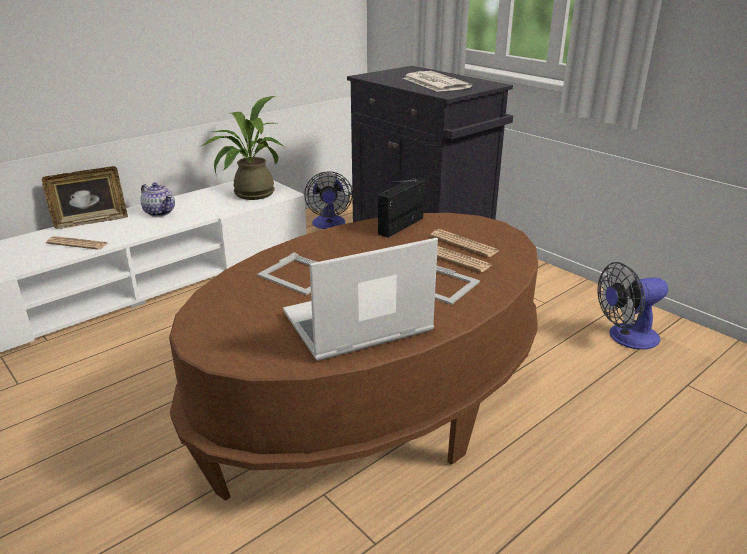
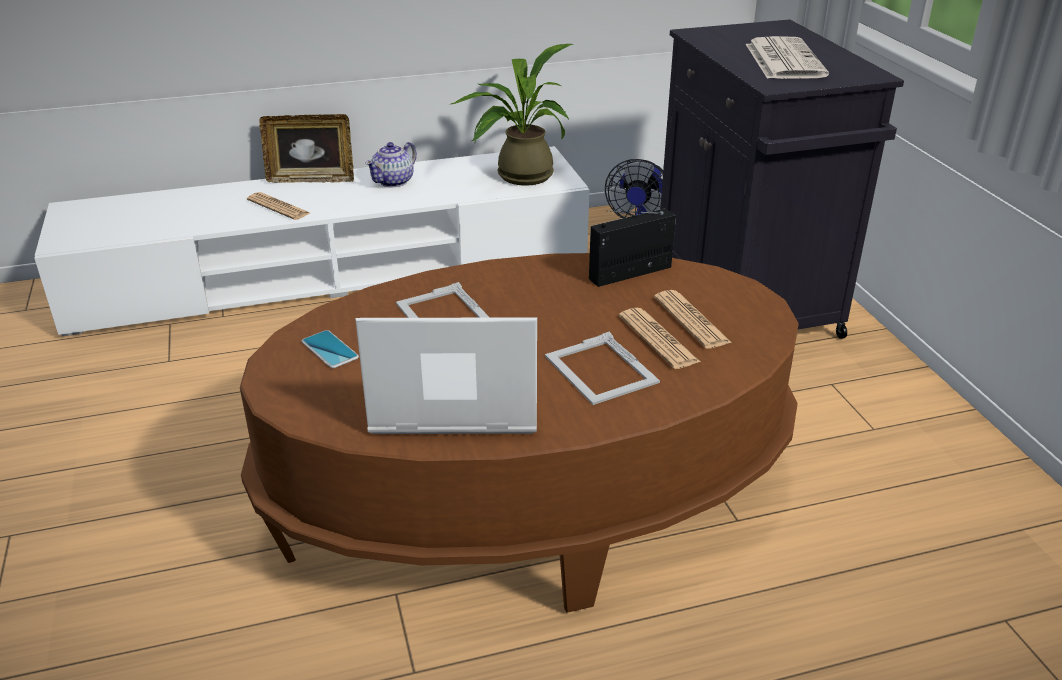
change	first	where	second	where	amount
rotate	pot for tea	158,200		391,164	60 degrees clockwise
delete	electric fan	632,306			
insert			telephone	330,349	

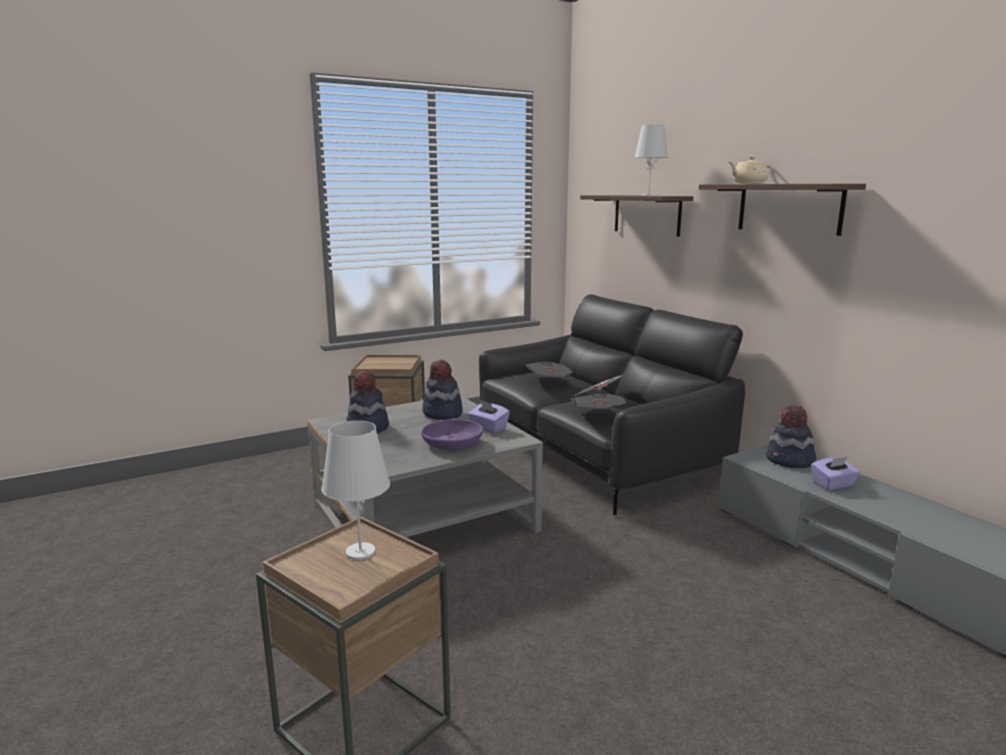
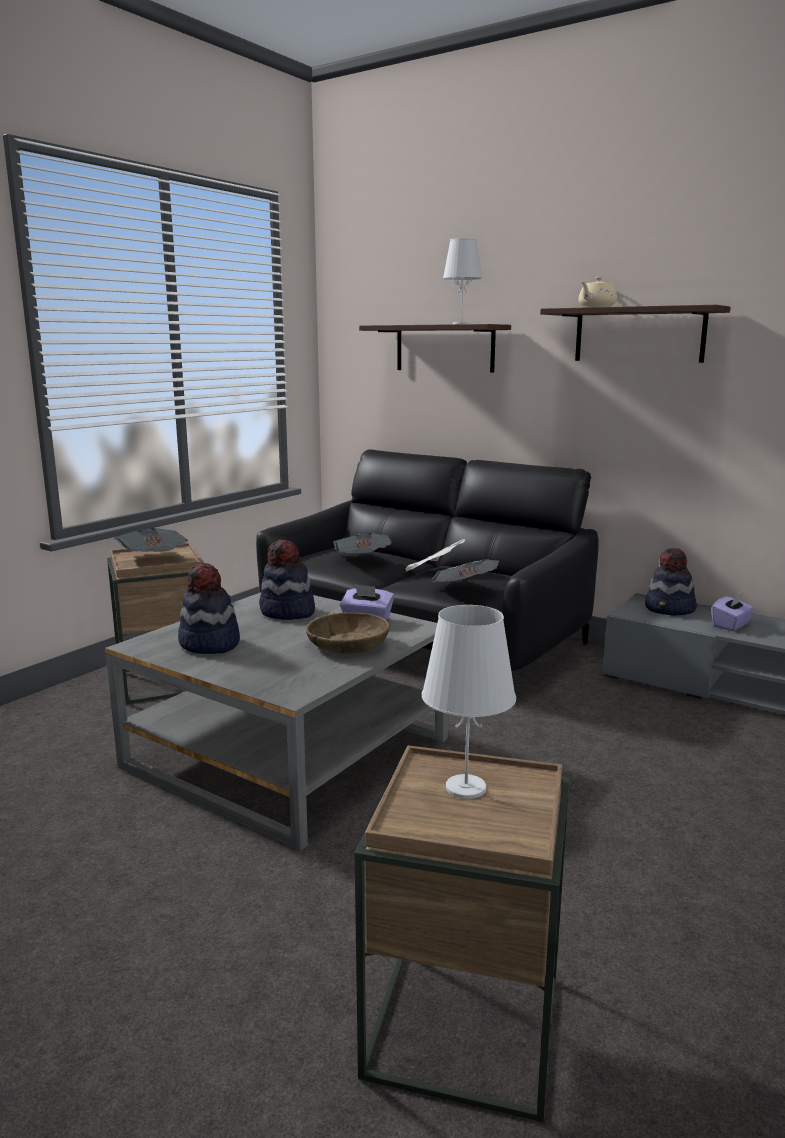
change	first	where	second	where	amount
recolor	bowl (purple-coloured)	452,434	bowl (brownish)	348,633	
insert			newspaper	151,540	

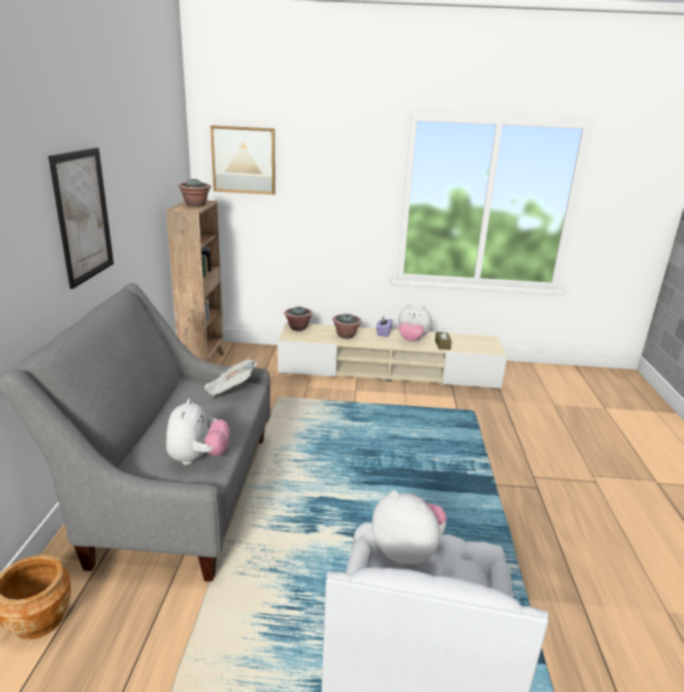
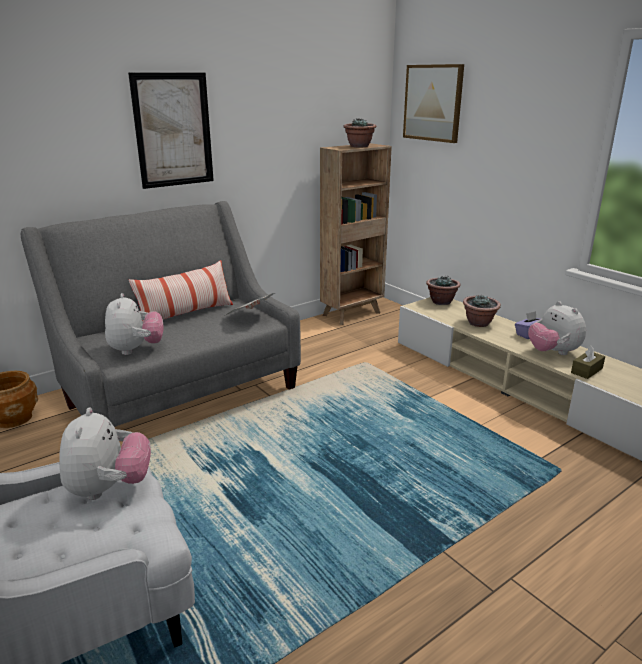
change	first	where	second	where	amount
rotate	cuddly toy	198,432		134,324	60 degrees counterclockwise
insert			throw pillow	181,291	

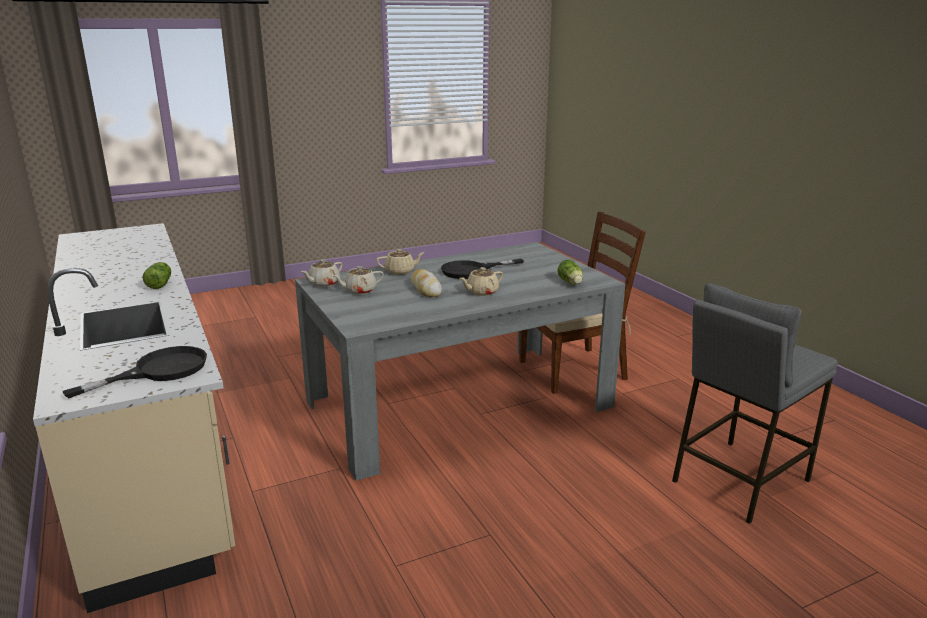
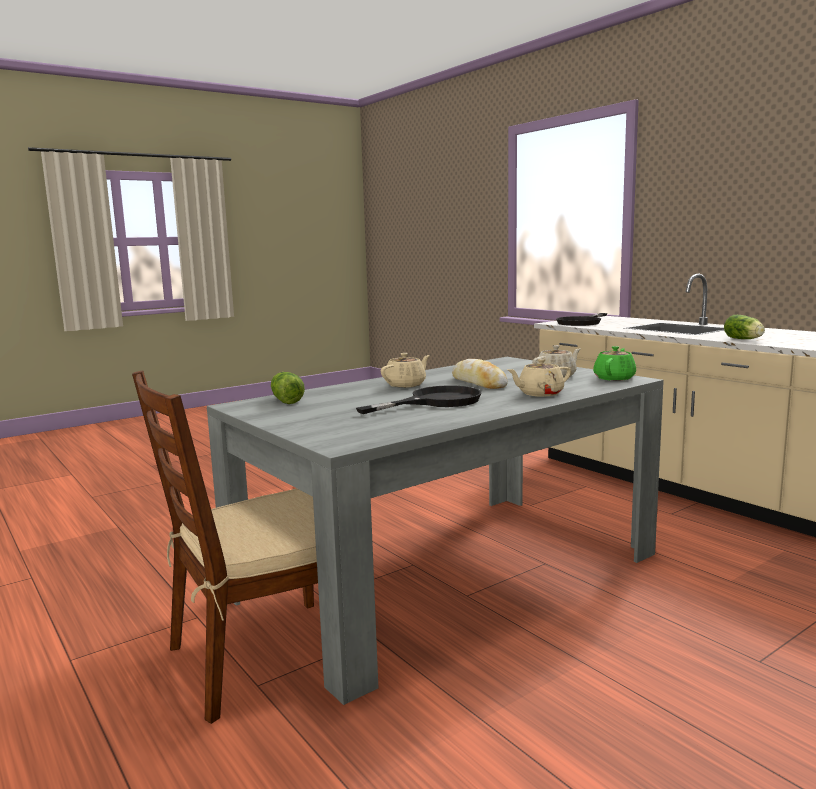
change	first	where	second	where	amount
recolor	pot for tea (beige)	321,273	pot for tea (green)	614,363	
delete	stool (grey)	755,403			

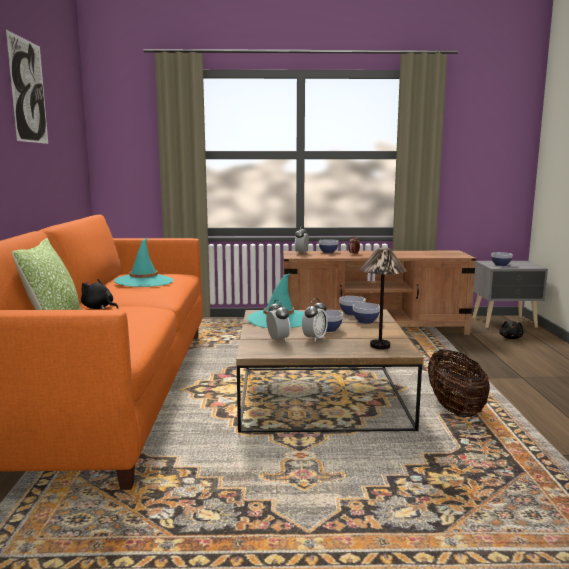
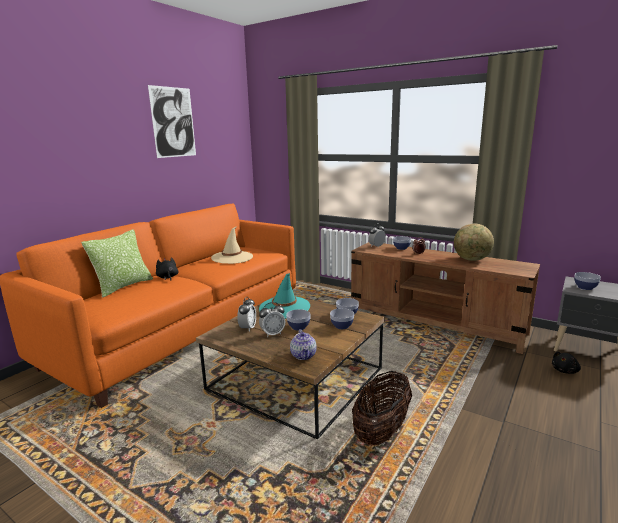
change	first	where	second	where	amount
recolor	wearable hat (blue-green)	143,262	wearable hat (beige)	232,245	
replace	lamp for a table	383,298	pot for tea	303,344	
insert			desk globe	474,242	

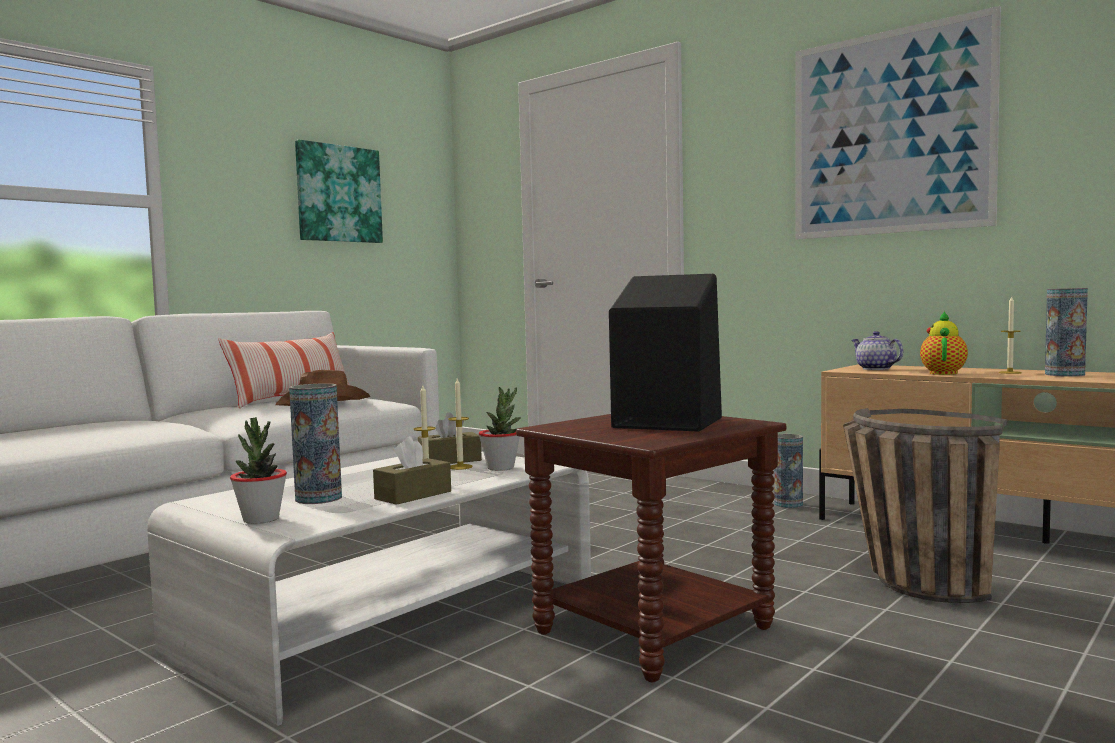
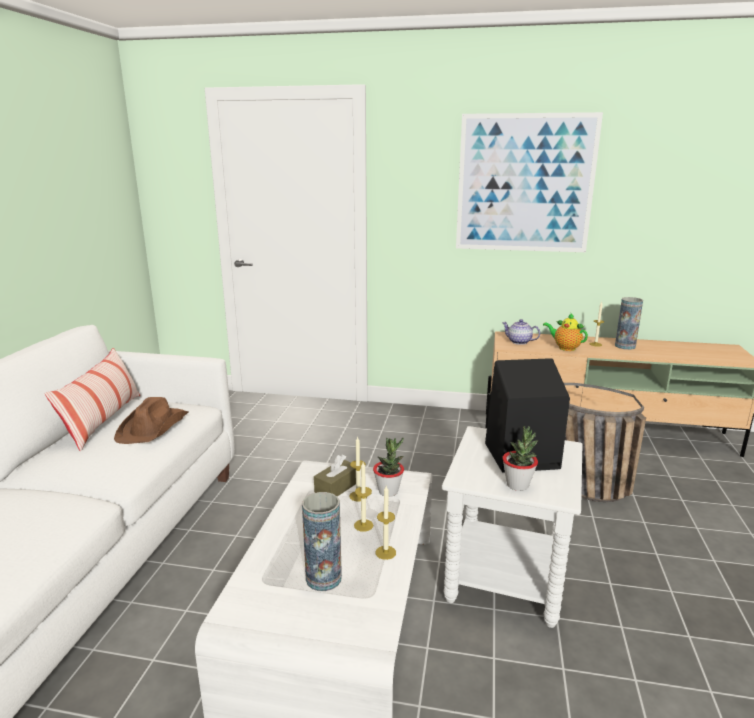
change	first	where	second	where	amount
move	plant in a pot	258,470		520,458	
delete	wall picture	339,191			
replace	box of tissues (brownish)	412,470	candle	386,523	
recolor	end table (brownish)	651,548	end table (whitish)	512,527	
delete	flower vase	788,471			
rotate	pot for tea	944,343		565,332	45 degrees counterclockwise

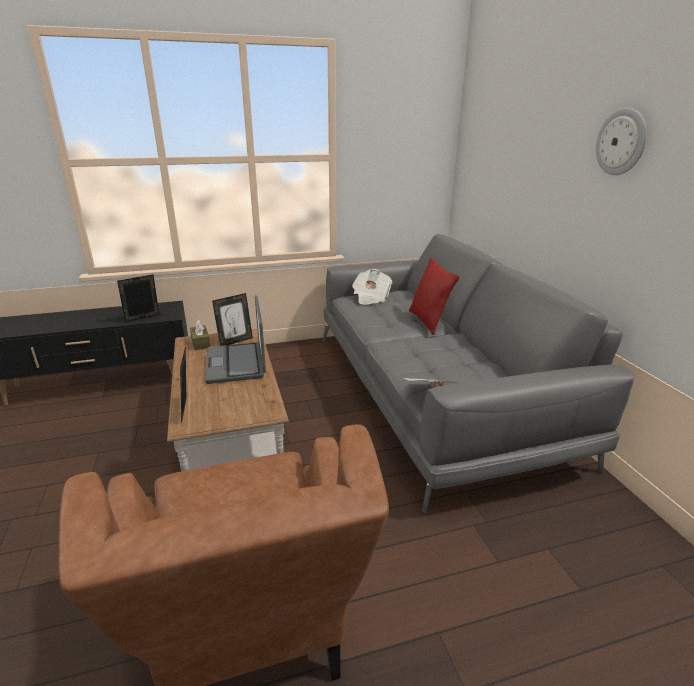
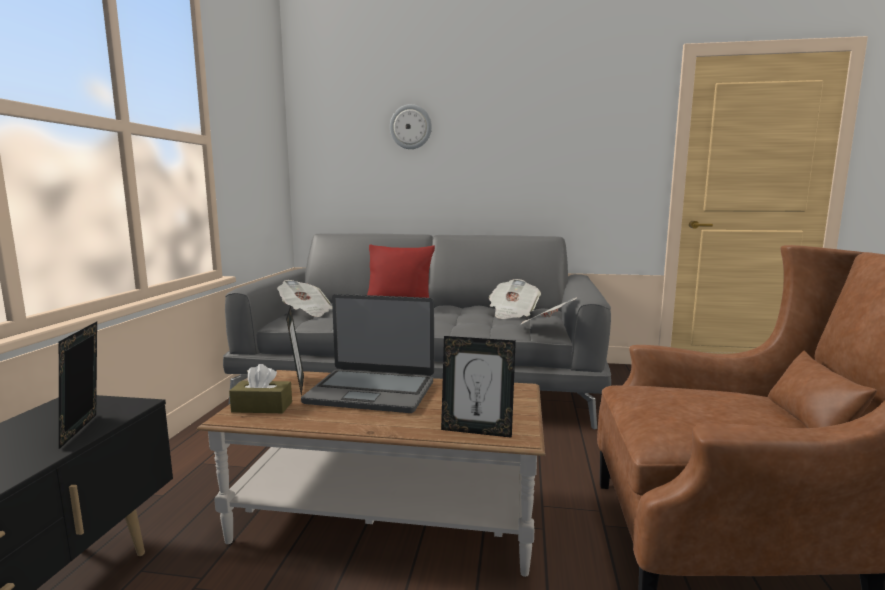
change	first	where	second	where	amount
move	clock on the wall	621,141		411,126	
insert			newspaper	515,299	

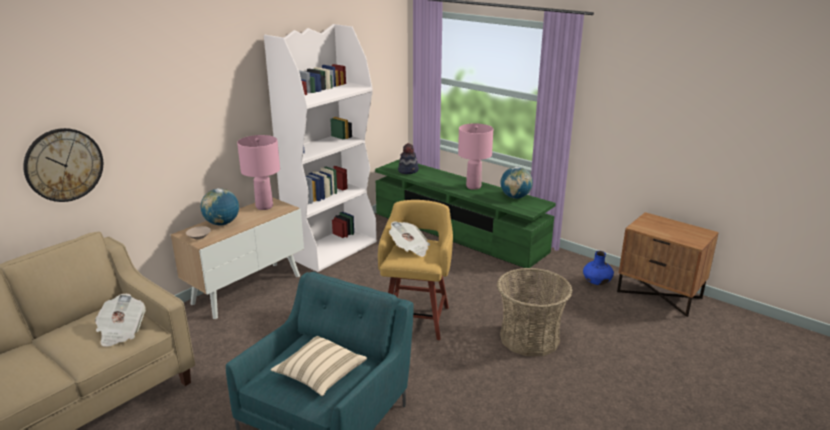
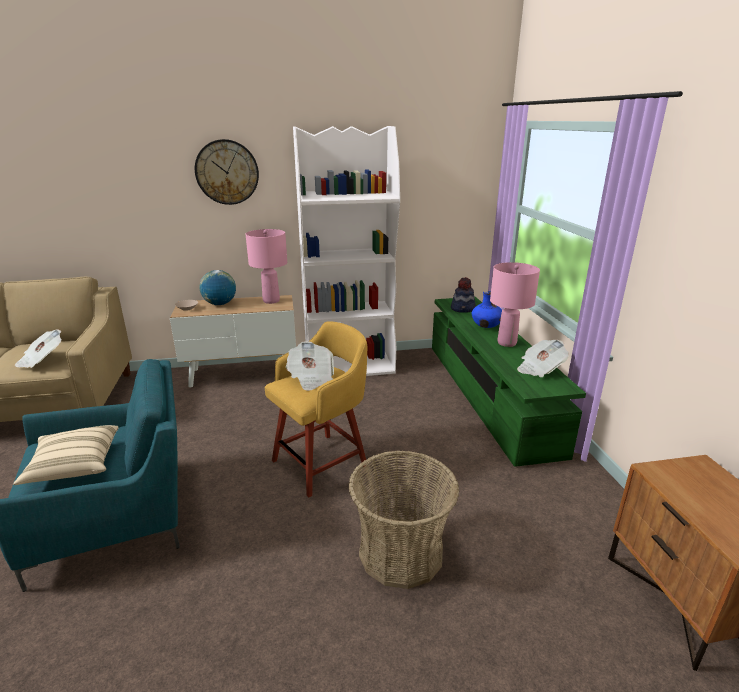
change	first	where	second	where	amount
move	clock on the wall	63,165		227,172	
replace	desk globe	517,183	newspaper	543,358	
move	flower vase (blue)	598,268		487,309	

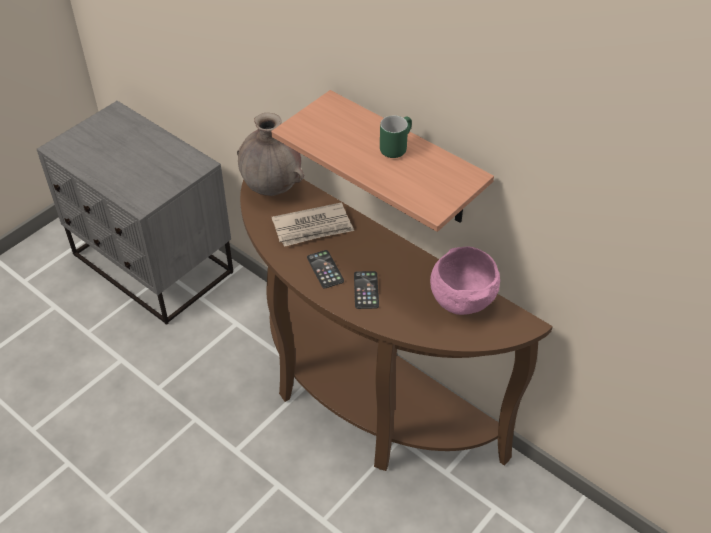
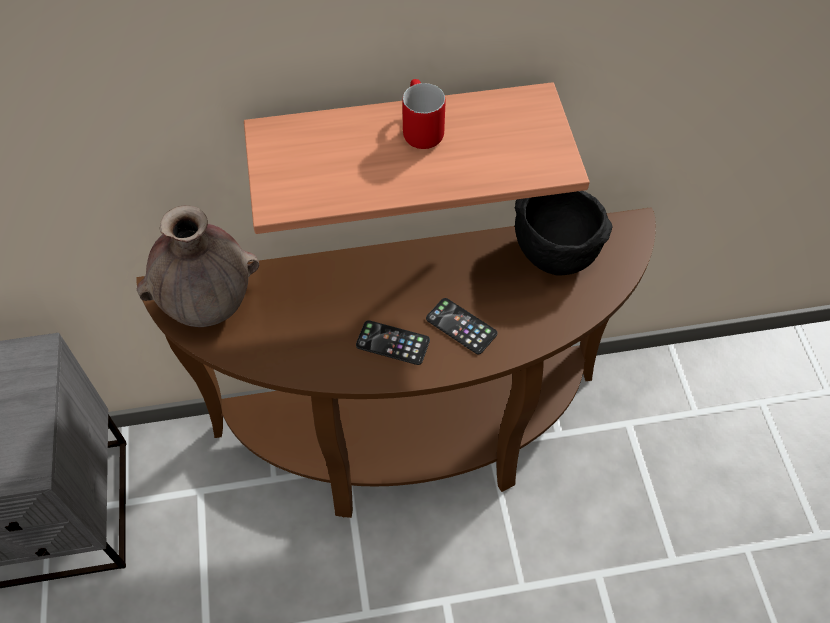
change	first	where	second	where	amount
delete	newspaper	313,225			
recolor	coffee mug (green)	396,137	coffee mug (red-coloured)	423,114	
recolor	bowl (pink)	465,280	bowl (black-coloured)	564,233	

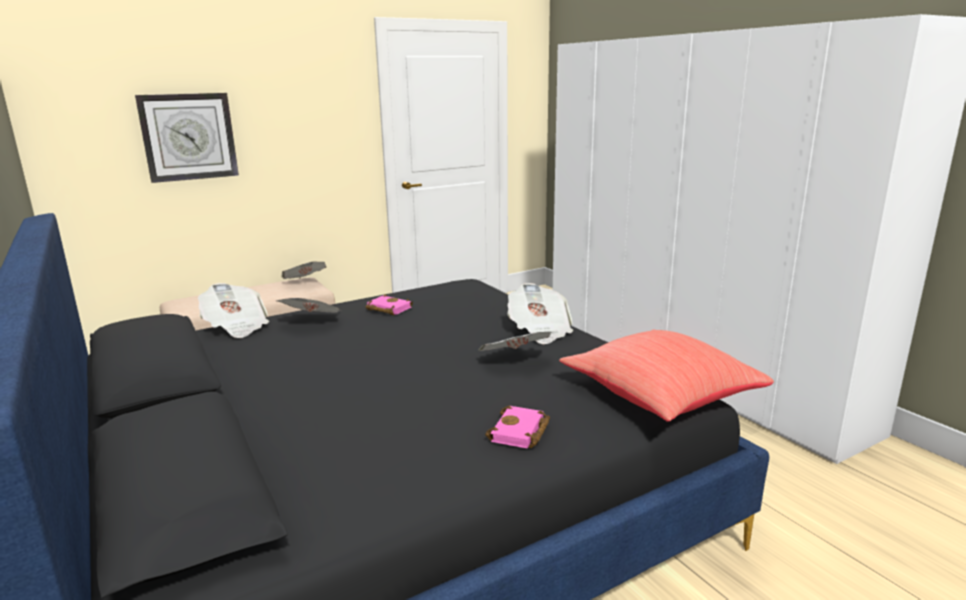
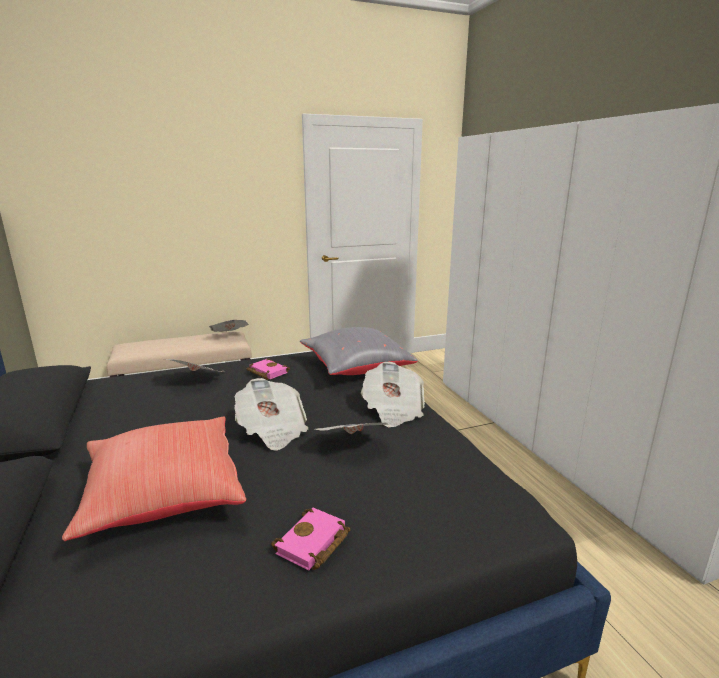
change	first	where	second	where	amount
delete	clock on the wall	187,138			
move	newspaper	233,310		271,414	
move	throw pillow (red-coloured)	666,375		154,478	
insert			throw pillow (grey)	359,351	

